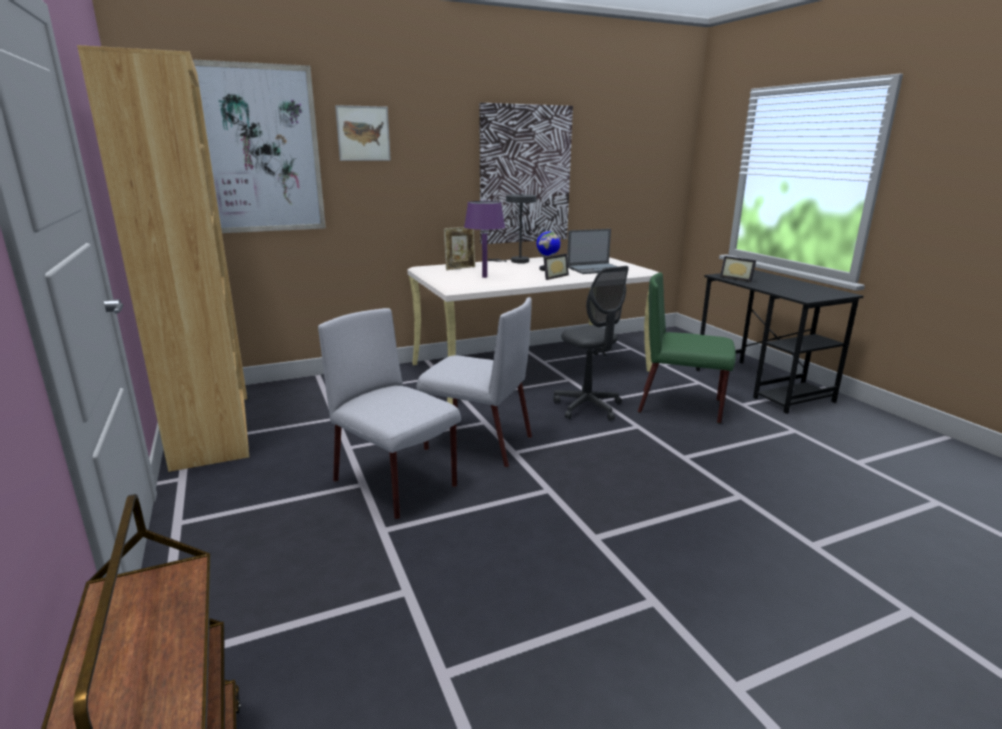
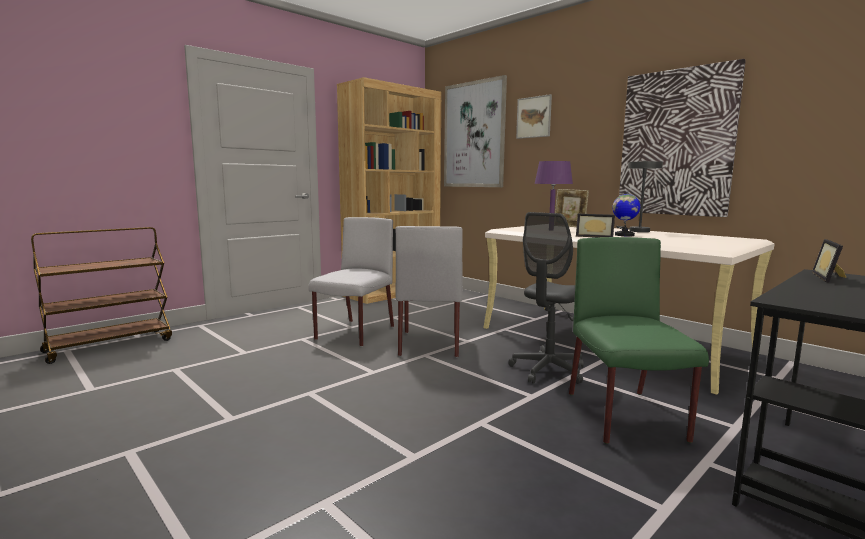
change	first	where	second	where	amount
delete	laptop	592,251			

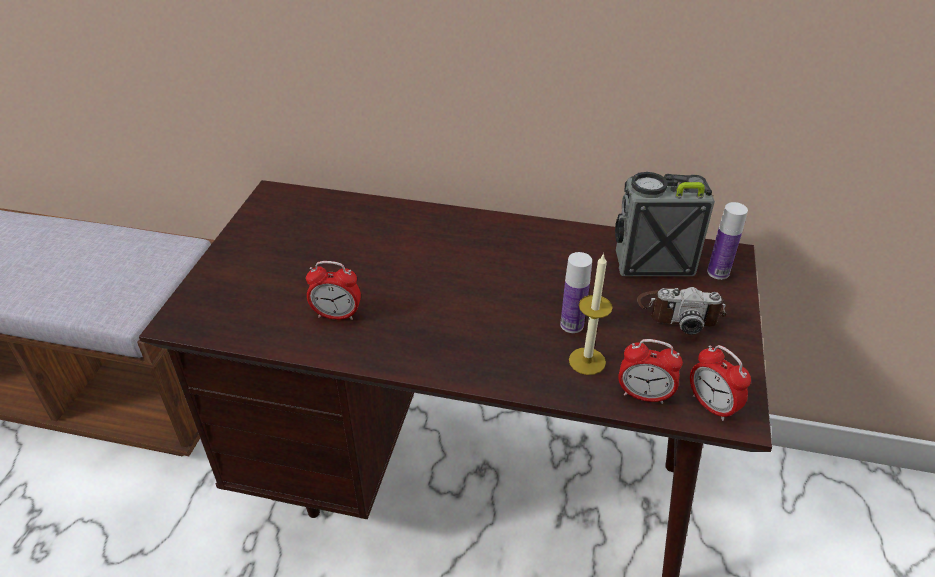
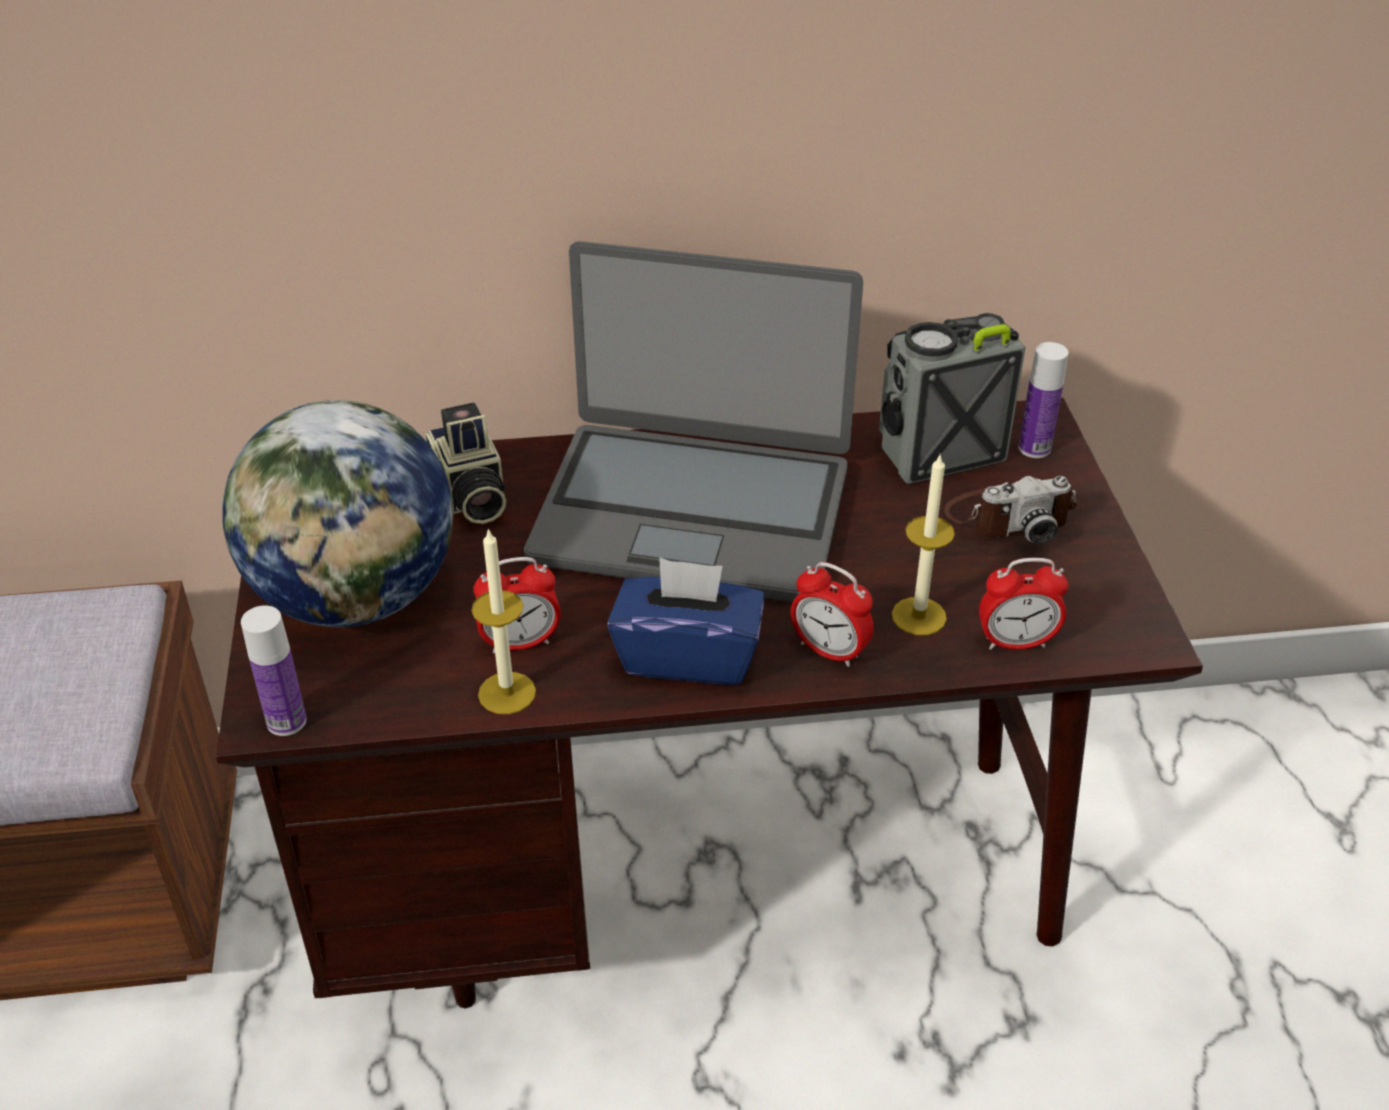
change	first	where	second	where	amount
move	beverage bottle	576,292		274,670	
move	bedside clock	720,383		832,614	
insert			desk globe	337,513	
insert			still camera	466,463	
insert			candle	503,621	
insert			laptop	693,421	
insert			box of tissues (blue)	686,621	

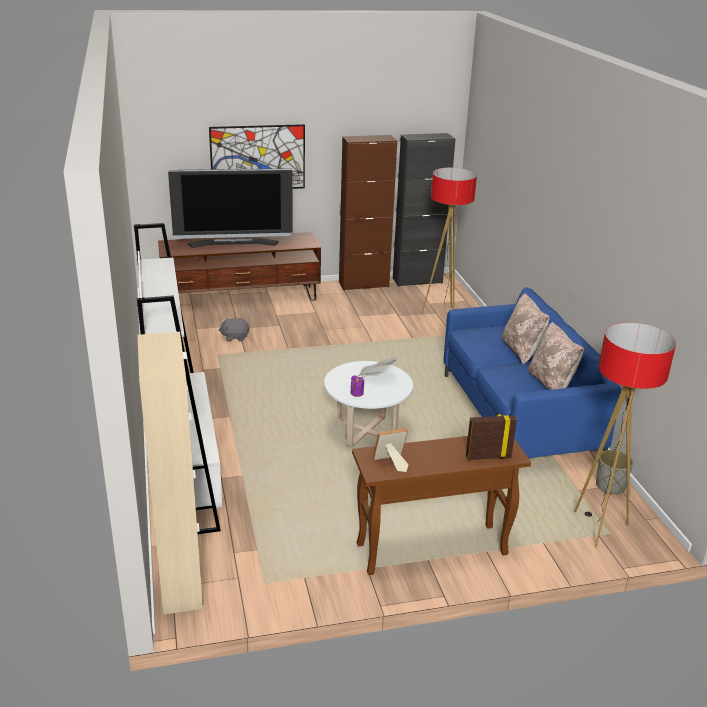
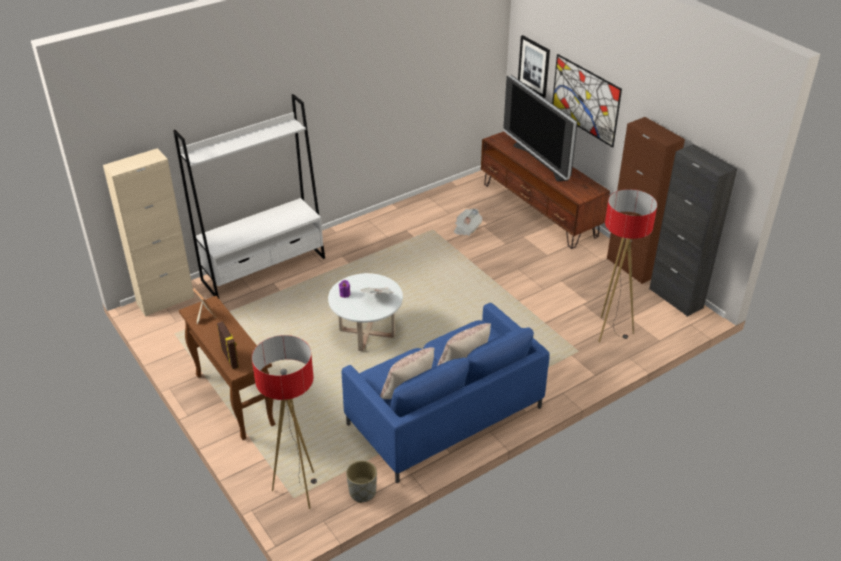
change	first	where	second	where	amount
replace	cuddly toy (grey)	234,330	newspaper	468,222	
insert			wall picture	534,66	

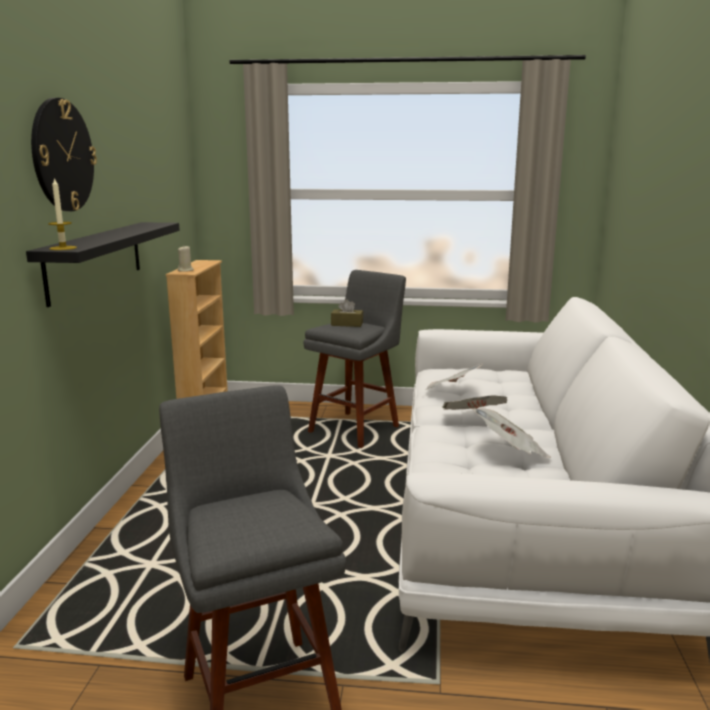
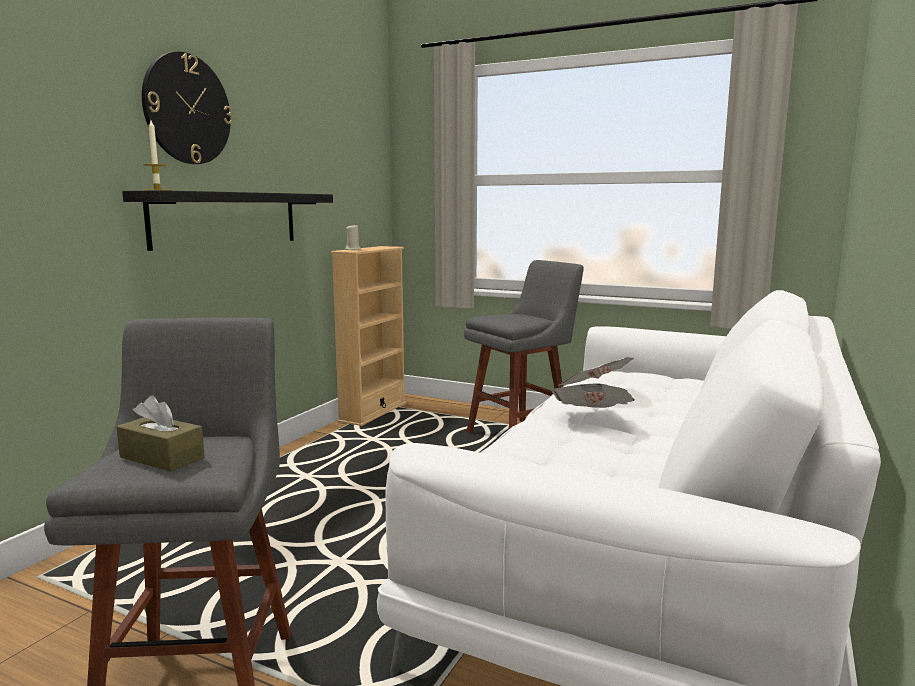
change	first	where	second	where	amount
move	box of tissues (brownish)	347,313		160,433	
delete	newspaper	511,433			

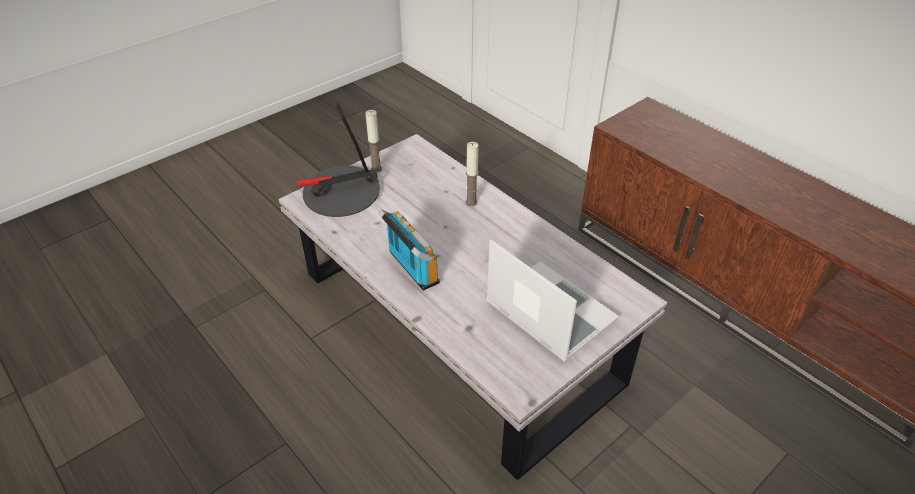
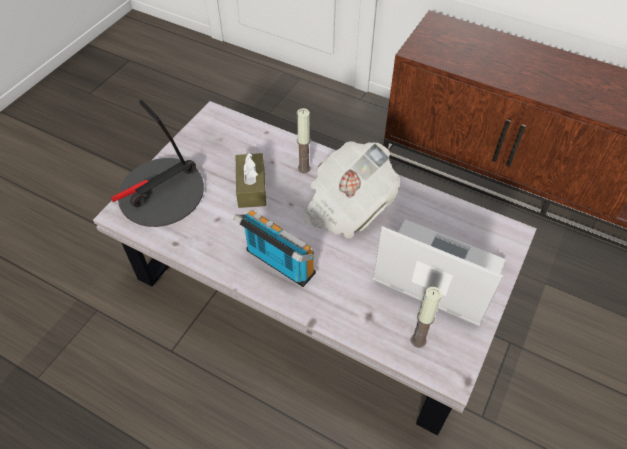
change	first	where	second	where	amount
move	candle	373,141		426,317	
insert			box of tissues (brownish)	251,180	
insert			newspaper	350,190	

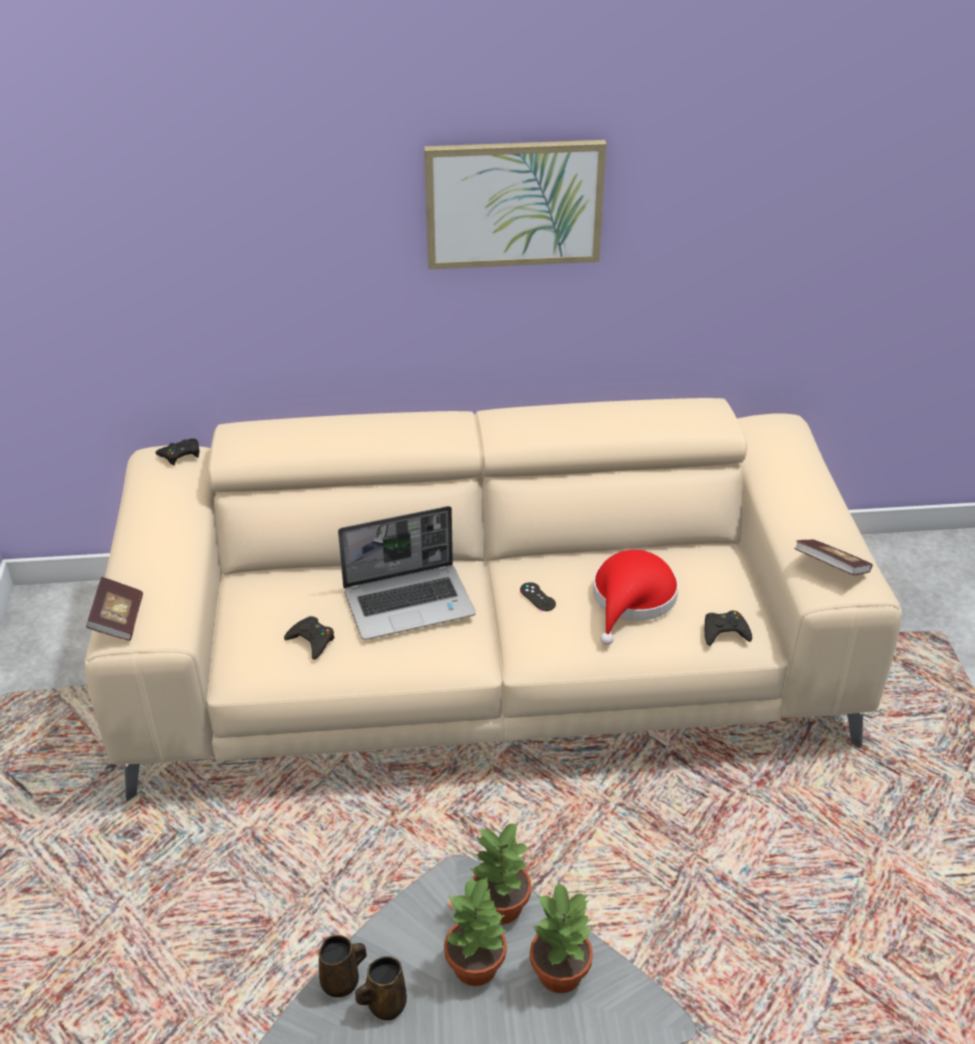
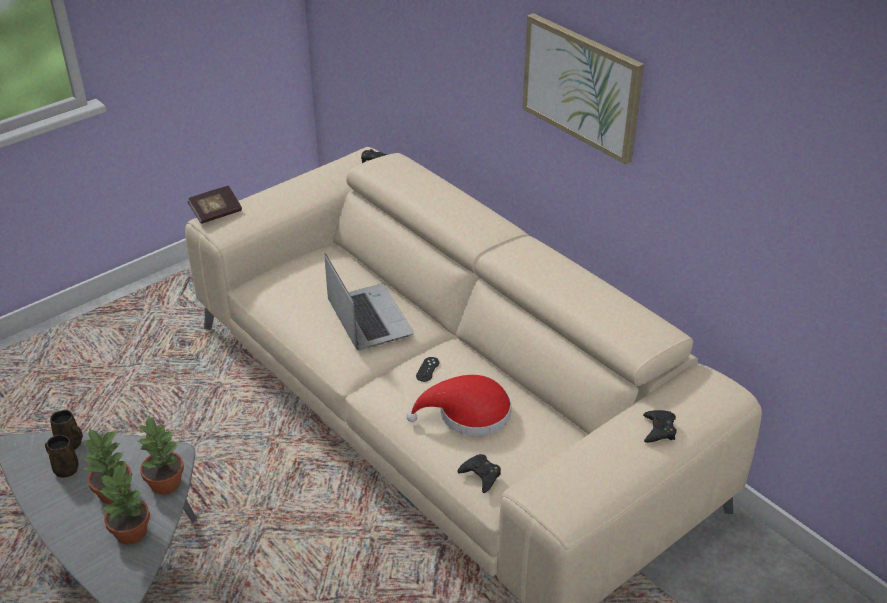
change	first	where	second	where	amount
move	gamepad (black-coloured)	309,638		660,426	
rotate	laptop	407,573		369,301	150 degrees counterclockwise
delete	volume	833,557			

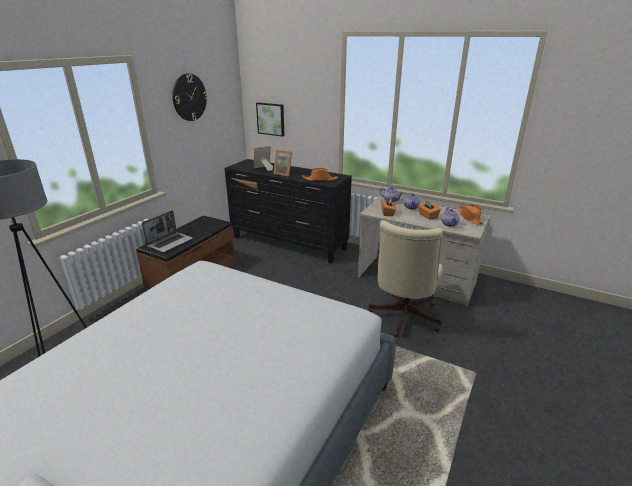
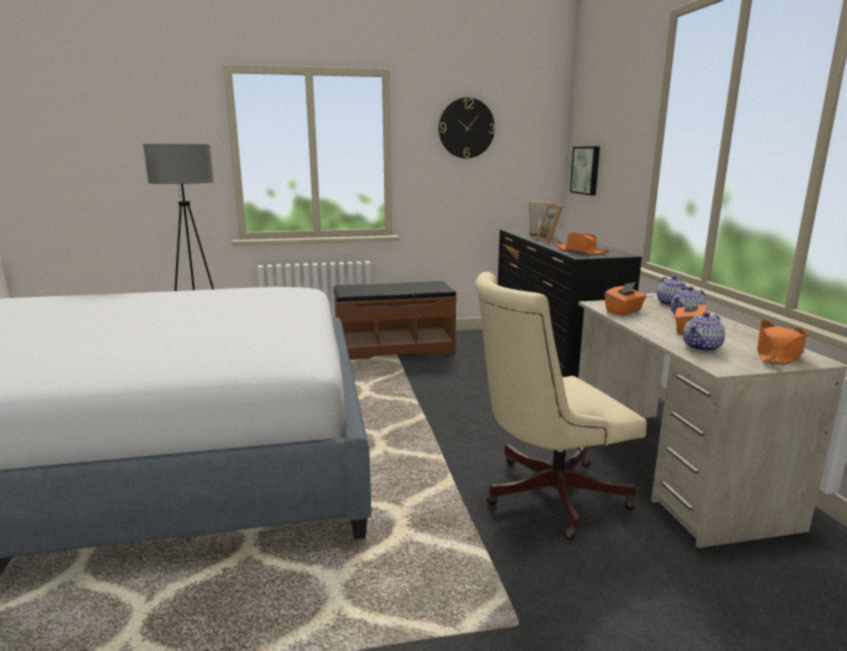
change	first	where	second	where	amount
delete	laptop	167,231			

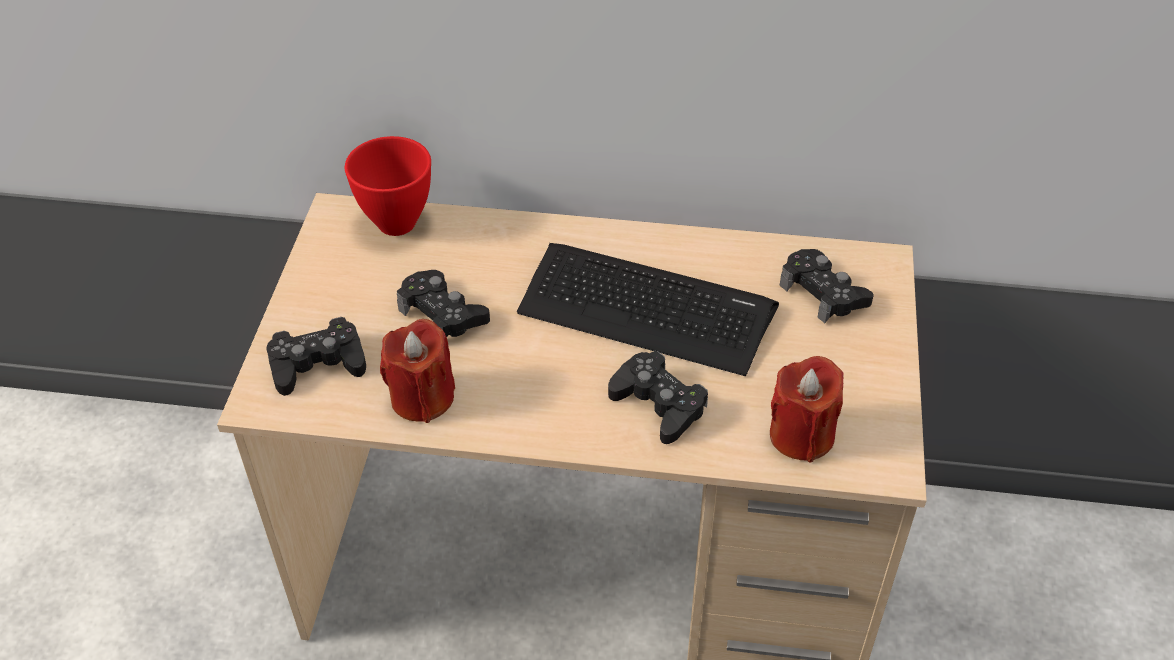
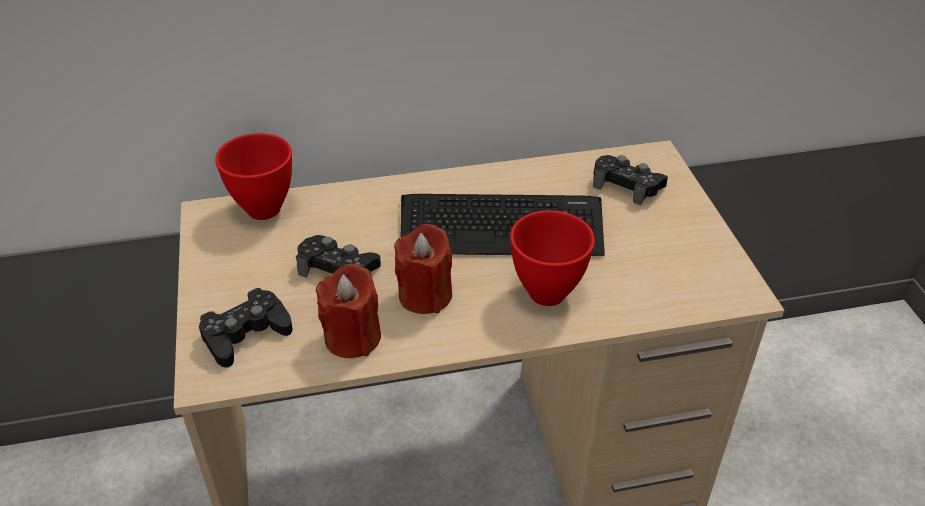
change	first	where	second	where	amount
replace	gamepad (black-coloured)	658,397	bowl (red-coloured)	552,258	
move	candle (red-coloured)	807,409		423,269	

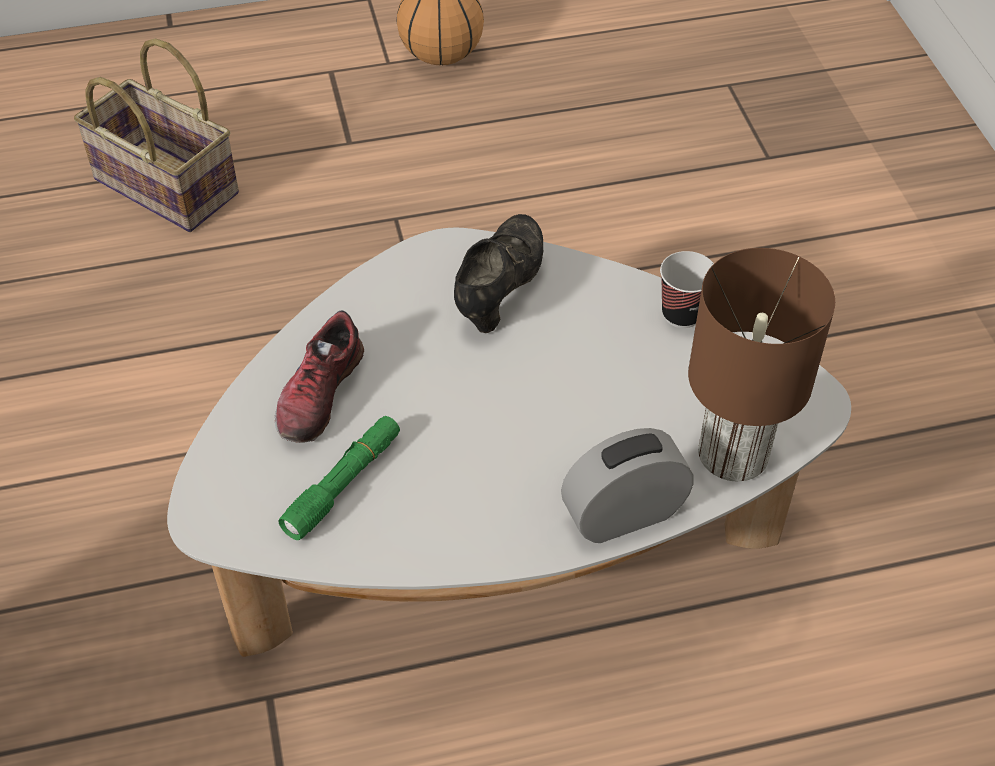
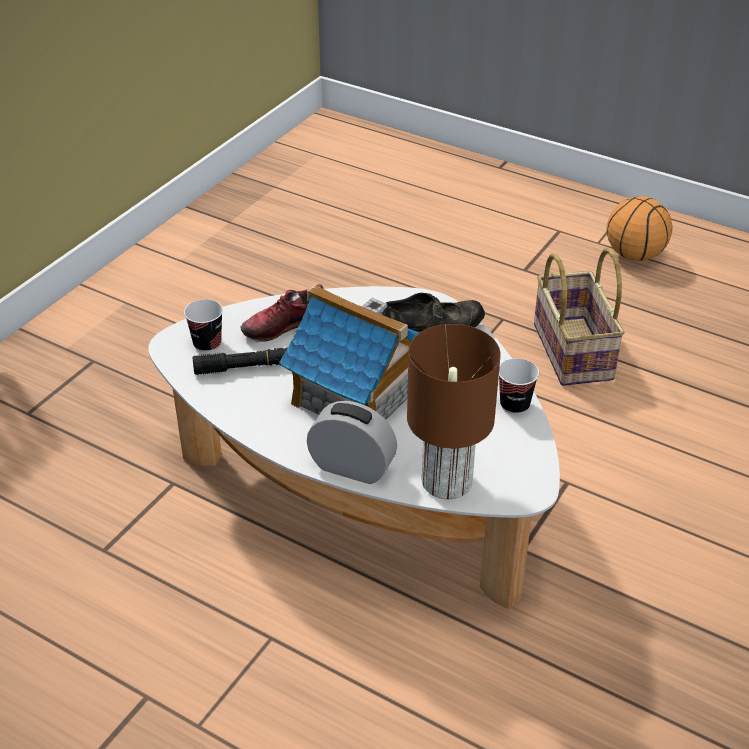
change	first	where	second	where	amount
move	household basket	156,135		579,317	
recolor	torch (green)	339,478	torch (black-coloured)	240,361	
insert			cup	203,325	
insert			model house	349,352	

